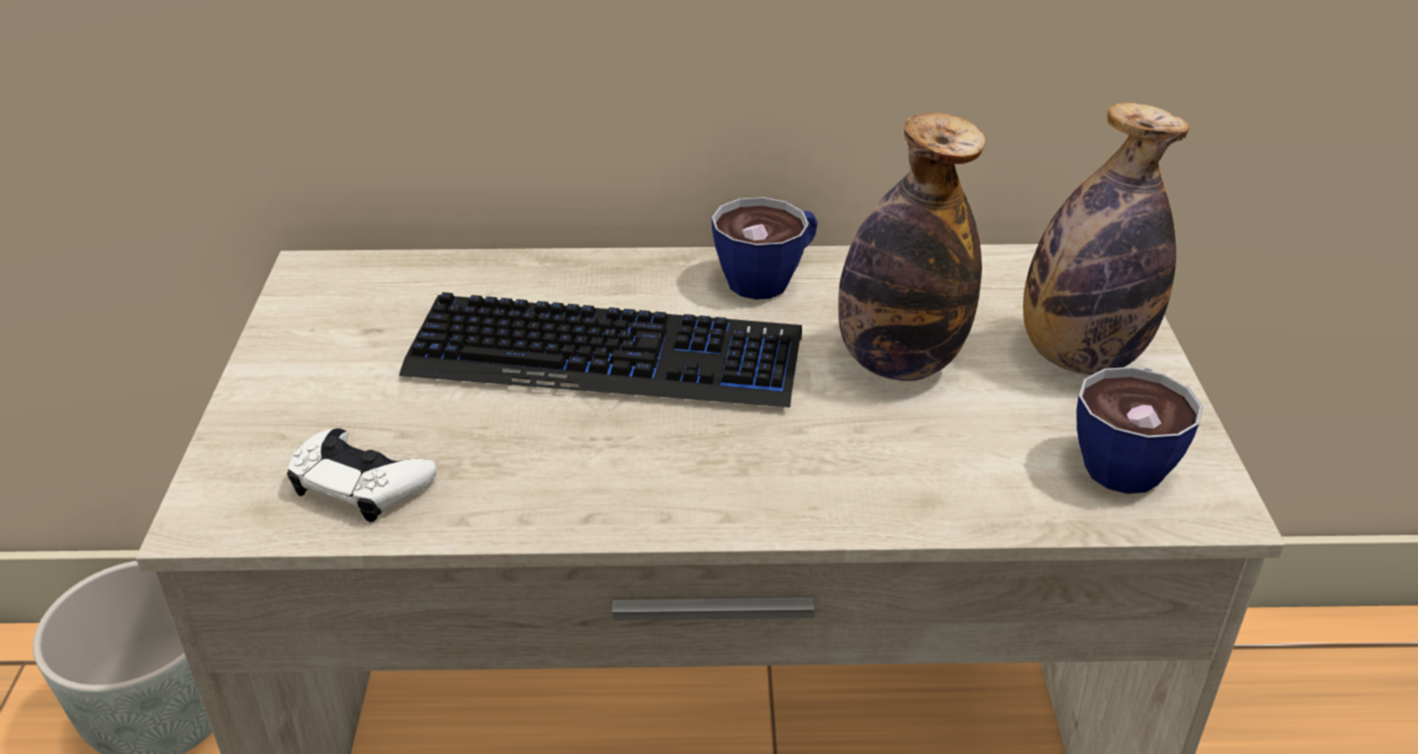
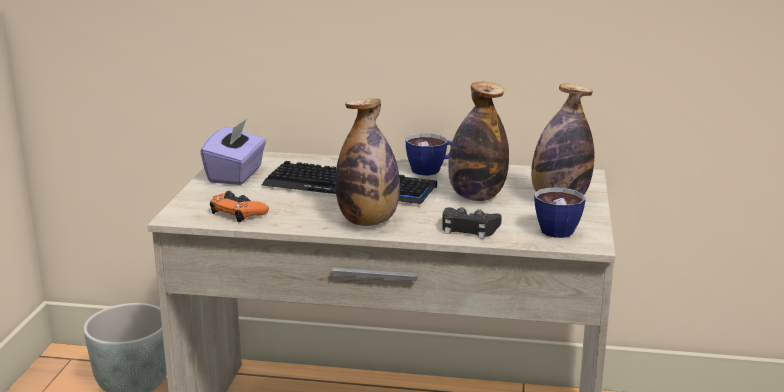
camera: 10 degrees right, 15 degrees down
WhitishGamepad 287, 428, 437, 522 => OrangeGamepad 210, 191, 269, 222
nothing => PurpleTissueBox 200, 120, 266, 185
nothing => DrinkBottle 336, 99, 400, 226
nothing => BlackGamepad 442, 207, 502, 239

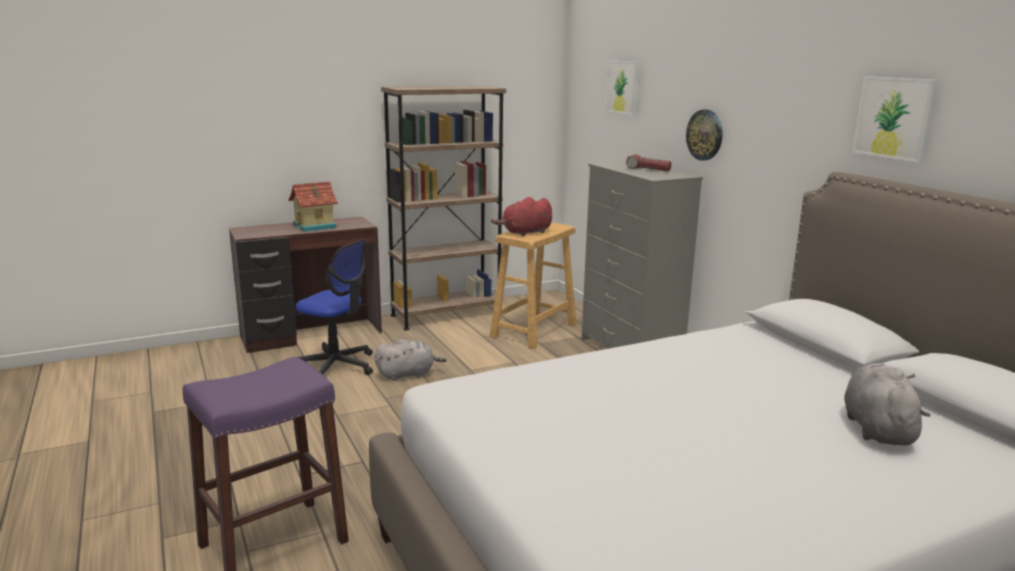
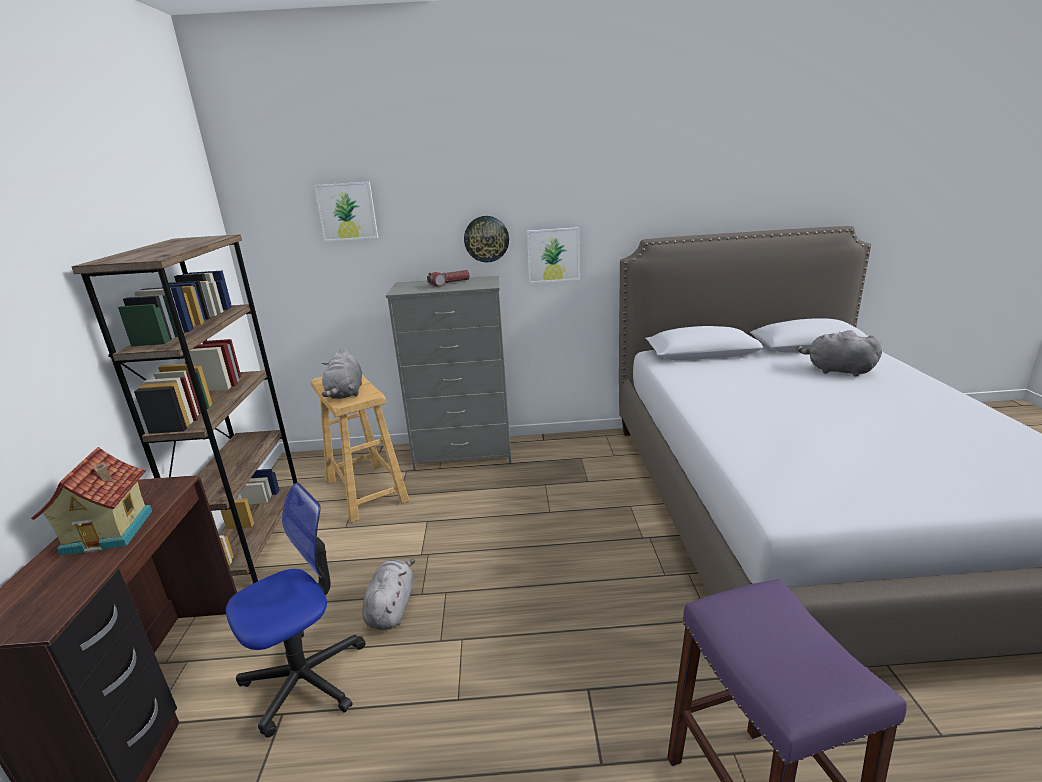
camera: 65 degrees left, 5 degrees up
RedColouredSoftToy 491, 197, 552, 236 => GraySoftToy 322, 349, 362, 399
WallPicture 852, 76, 938, 163 => WallPicture 527, 227, 580, 283, move

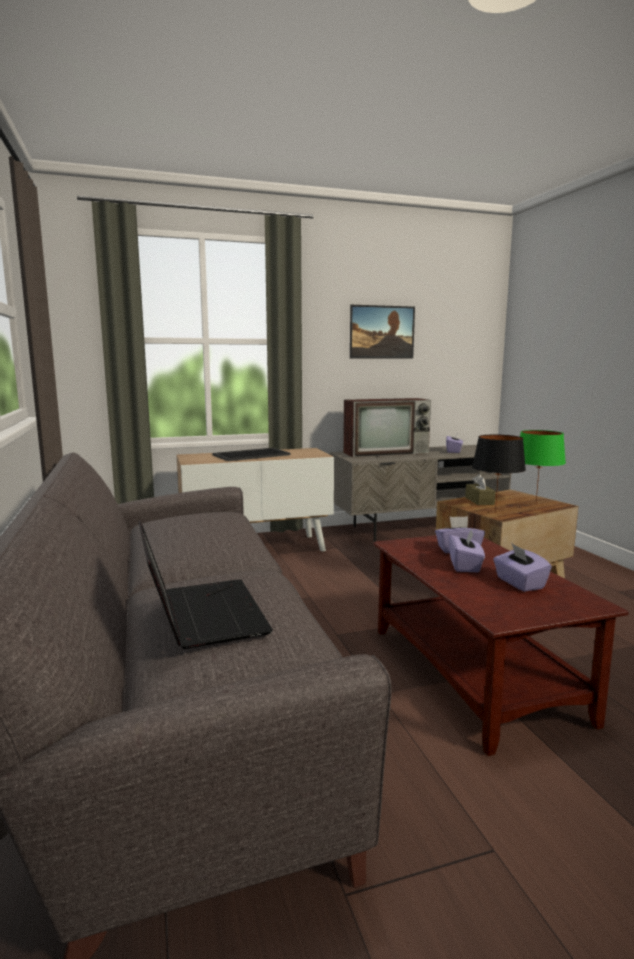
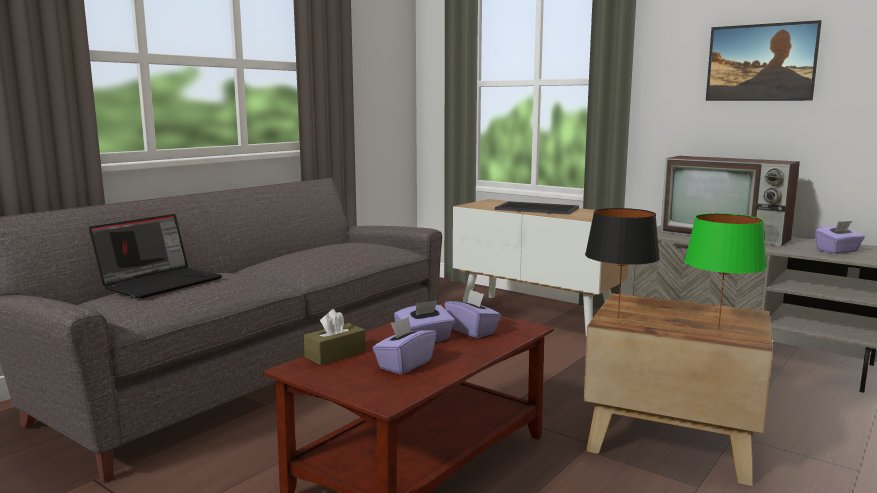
camera: 55 degrees right, 0 degrees up
BrownColouredTissueBox 465, 474, 496, 505 => BrownColouredTissueBox 304, 309, 366, 365, move

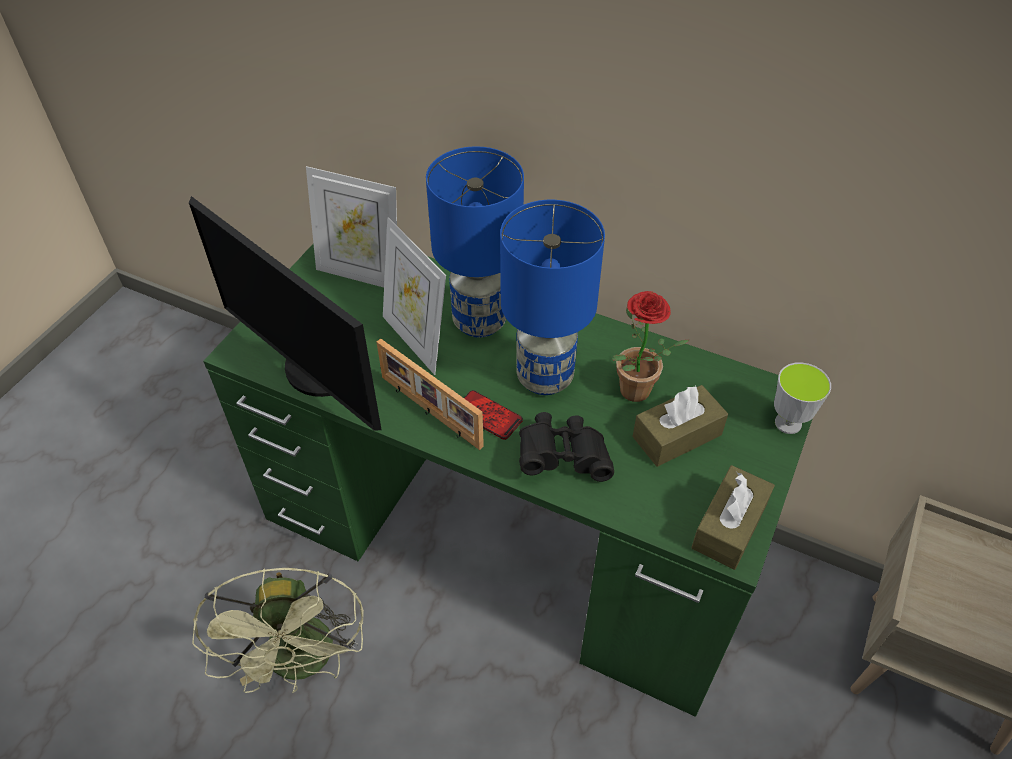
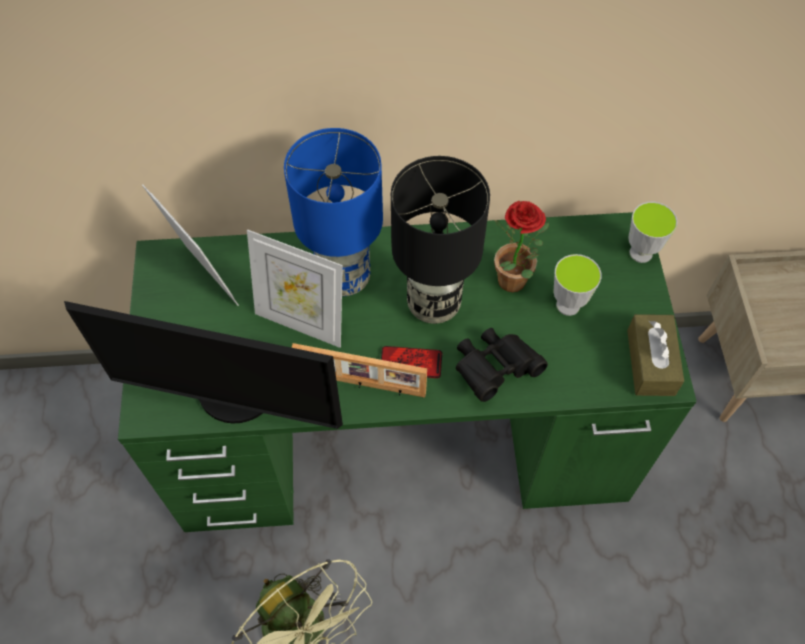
camera: 30 degrees left, 10 degrees up
PictureFrame 306, 166, 397, 287 => PictureFrame 142, 184, 239, 306, 120 degrees counterclockwise
BlueColouredTableLamp 500, 200, 605, 395 => BlackTableLamp 391, 156, 490, 324
BrownColouredTissueBox 632, 385, 728, 467 => SmallCup 553, 254, 602, 316

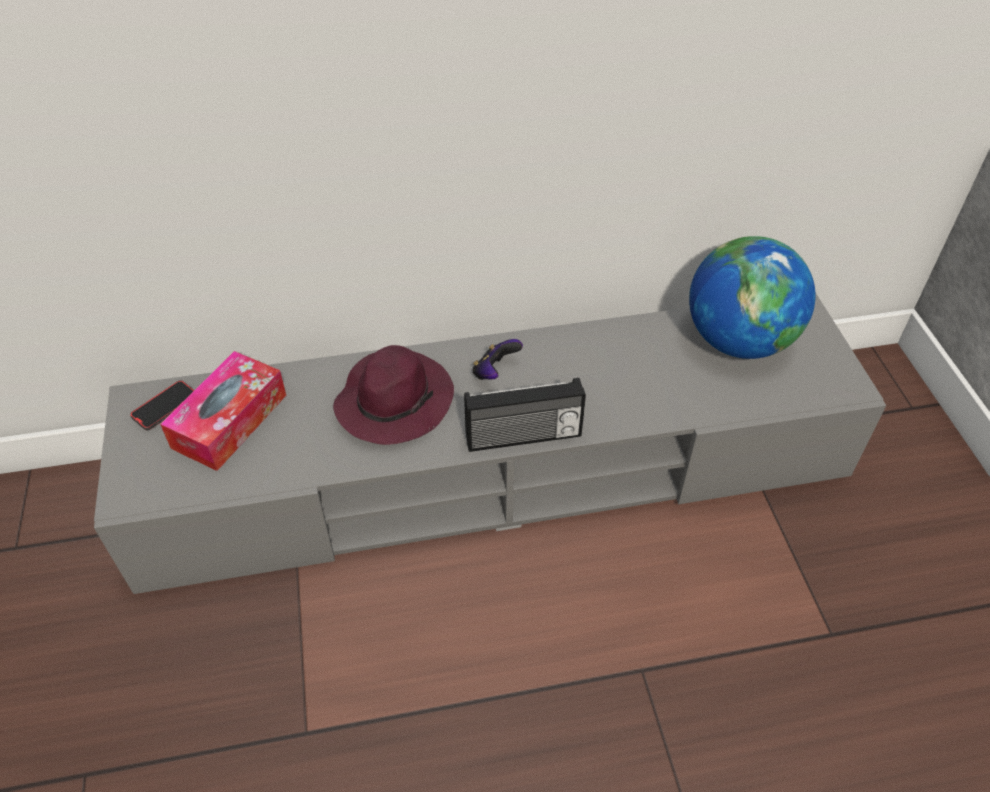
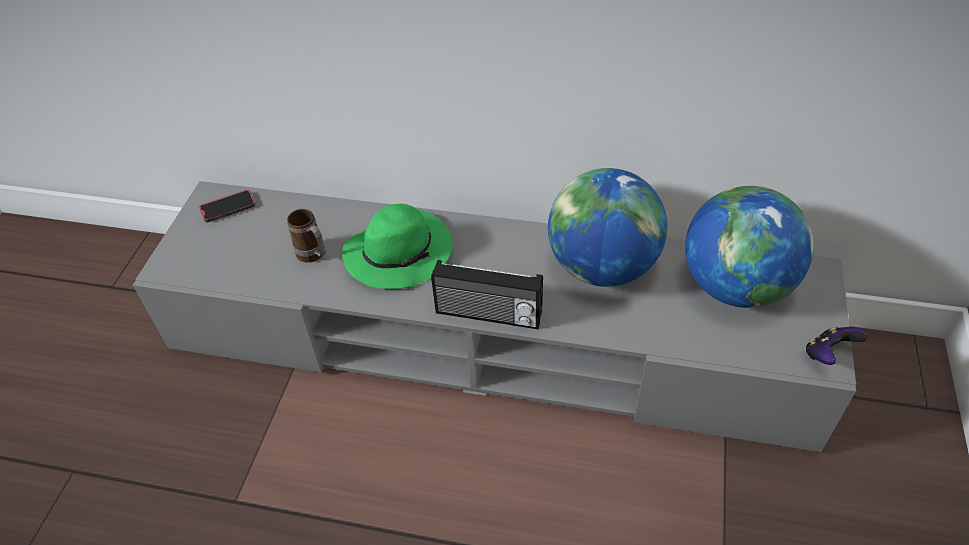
camera: 25 degrees right, 0 degrees up
TissueBox 160, 351, 286, 471 => nothing
PurpleHat 333, 345, 454, 445 => GreenishHat 342, 204, 452, 289
Gamepad 473, 339, 523, 380 => Gamepad 805, 327, 868, 365, move
nothing => TeaMug 287, 209, 326, 262
nothing => WorldGlobe 548, 168, 667, 287

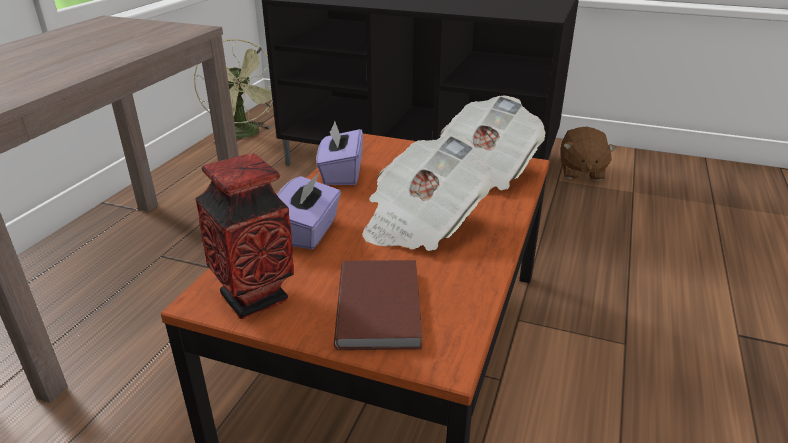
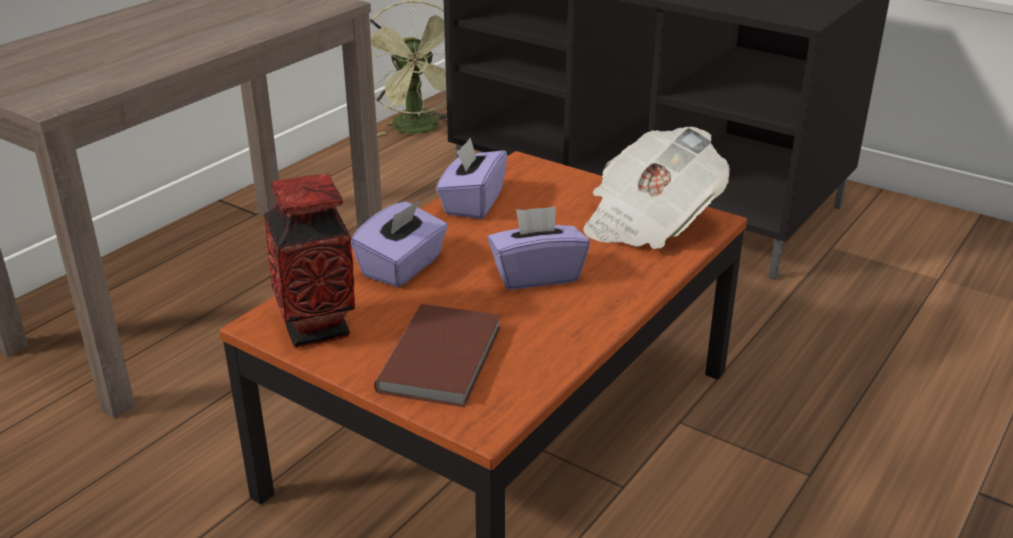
camera: 15 degrees right, 0 degrees up
PrintedPaper 362, 135, 492, 251 => PurpleTissueBox 487, 206, 590, 289
BrownColouredSoftToy 561, 127, 617, 181 => nothing

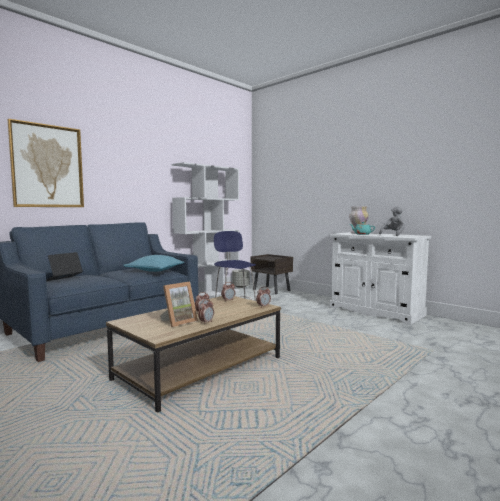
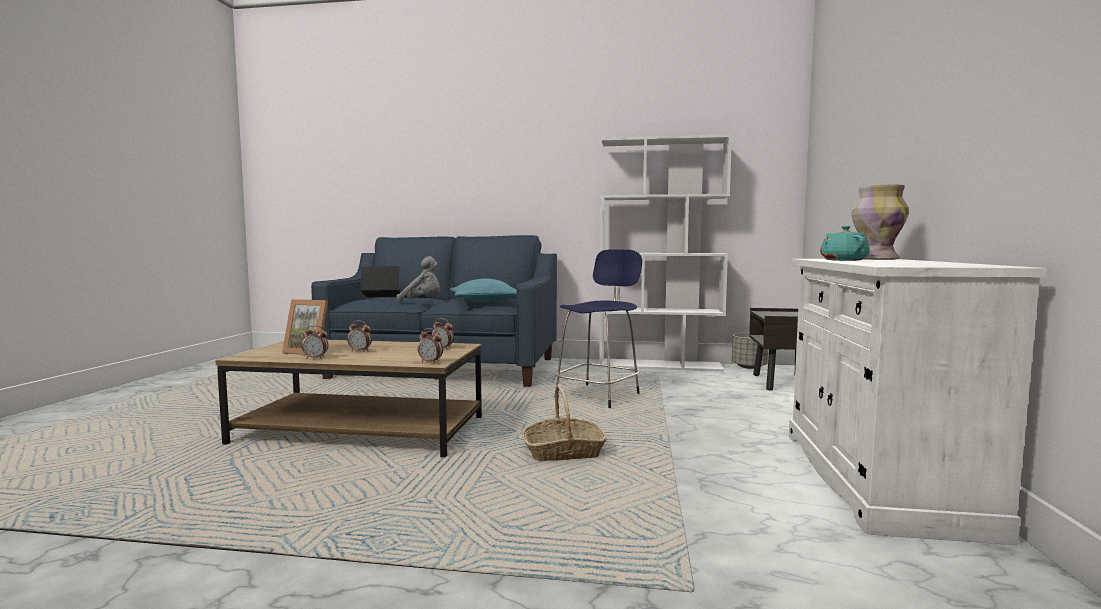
camera: 55 degrees right, 0 degrees up
WallPicture 8, 119, 84, 207 => nothing
GraySoftToy 379, 206, 405, 236 => GraySoftToy 397, 256, 440, 303, move
nothing => HouseholdBasket 521, 384, 607, 461

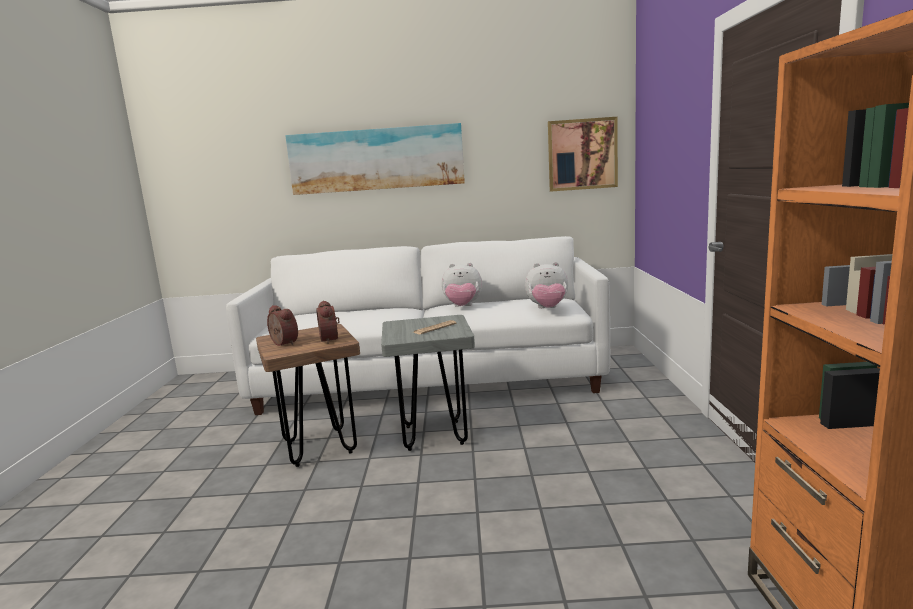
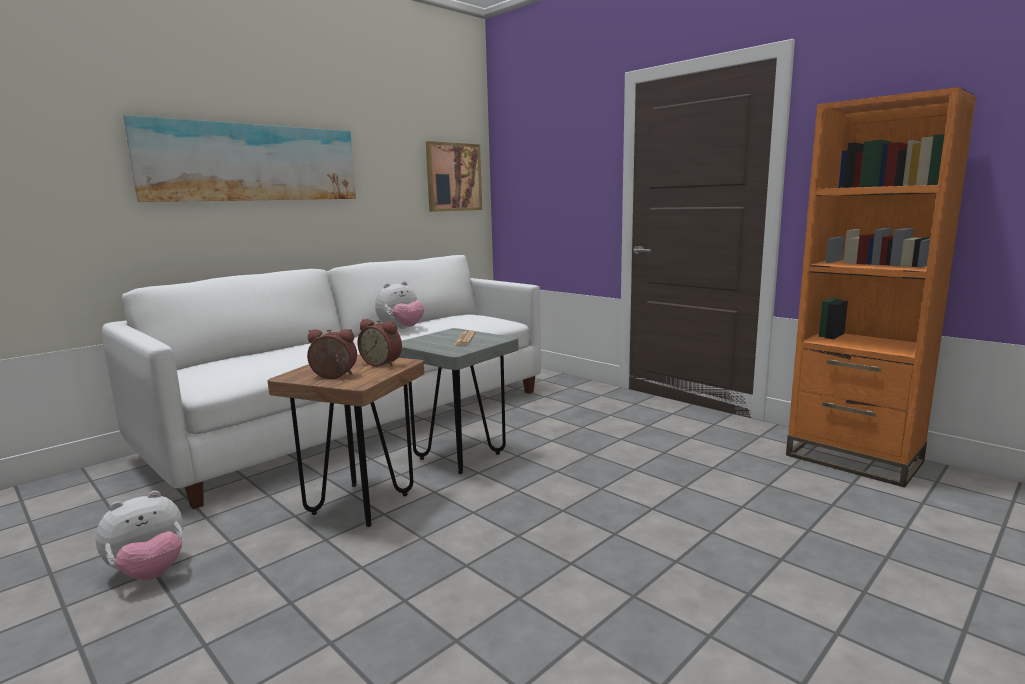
camera: 45 degrees left, 0 degrees up
SoftToy 525, 262, 568, 308 => SoftToy 96, 491, 183, 580, move

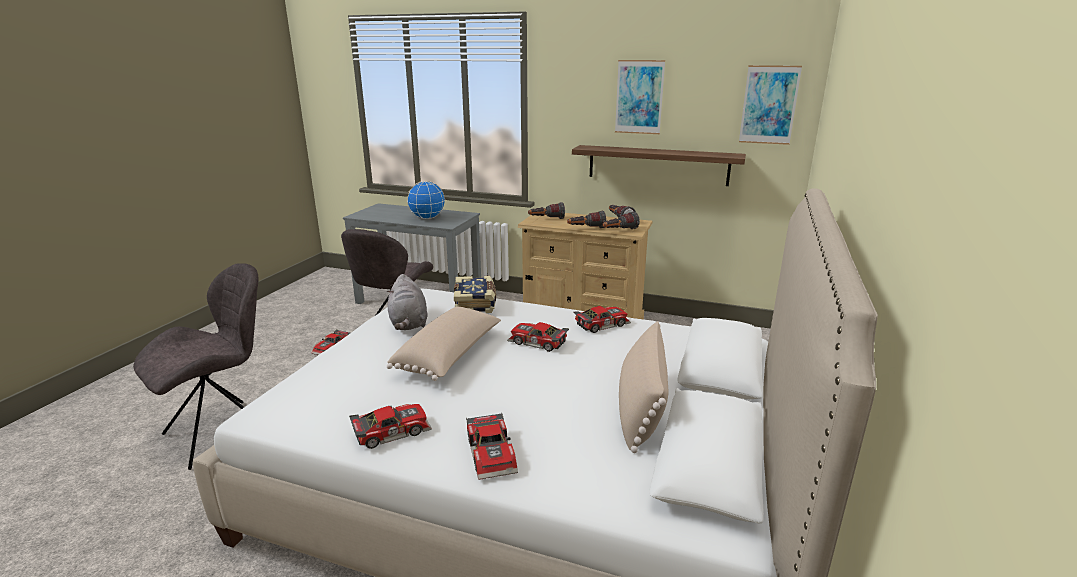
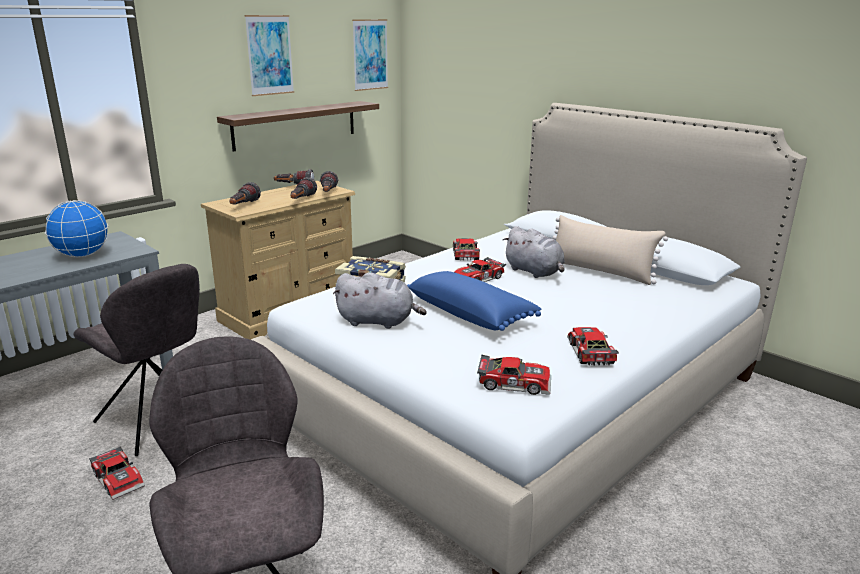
camera: 65 degrees left, 0 degrees up
BeigeColouredCushion 387, 307, 501, 381 => BlueColouredCushion 407, 271, 541, 331
ToyCar 466, 413, 518, 480 => ToyCar 477, 355, 551, 395, move
nothing => GraySoftToy 503, 226, 565, 278

